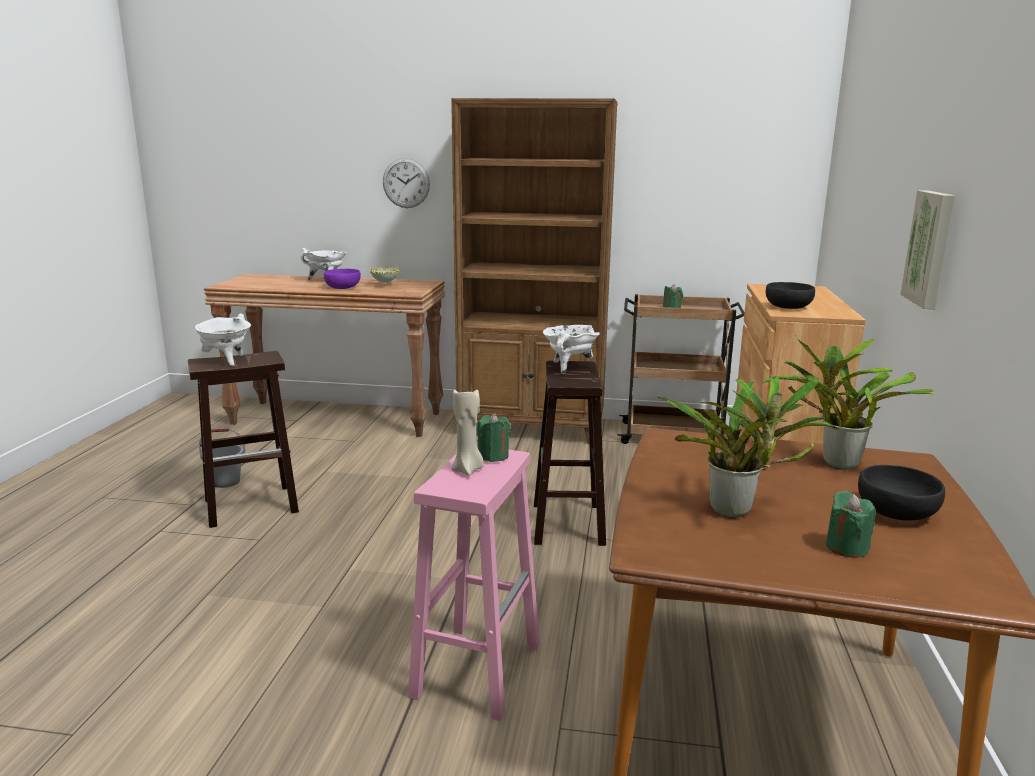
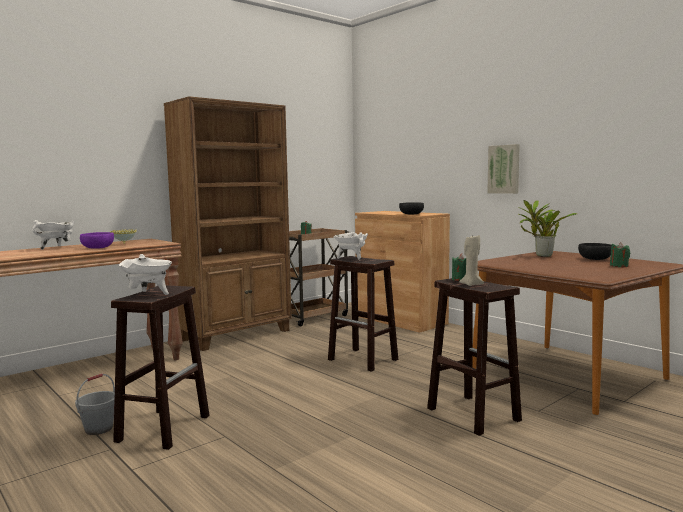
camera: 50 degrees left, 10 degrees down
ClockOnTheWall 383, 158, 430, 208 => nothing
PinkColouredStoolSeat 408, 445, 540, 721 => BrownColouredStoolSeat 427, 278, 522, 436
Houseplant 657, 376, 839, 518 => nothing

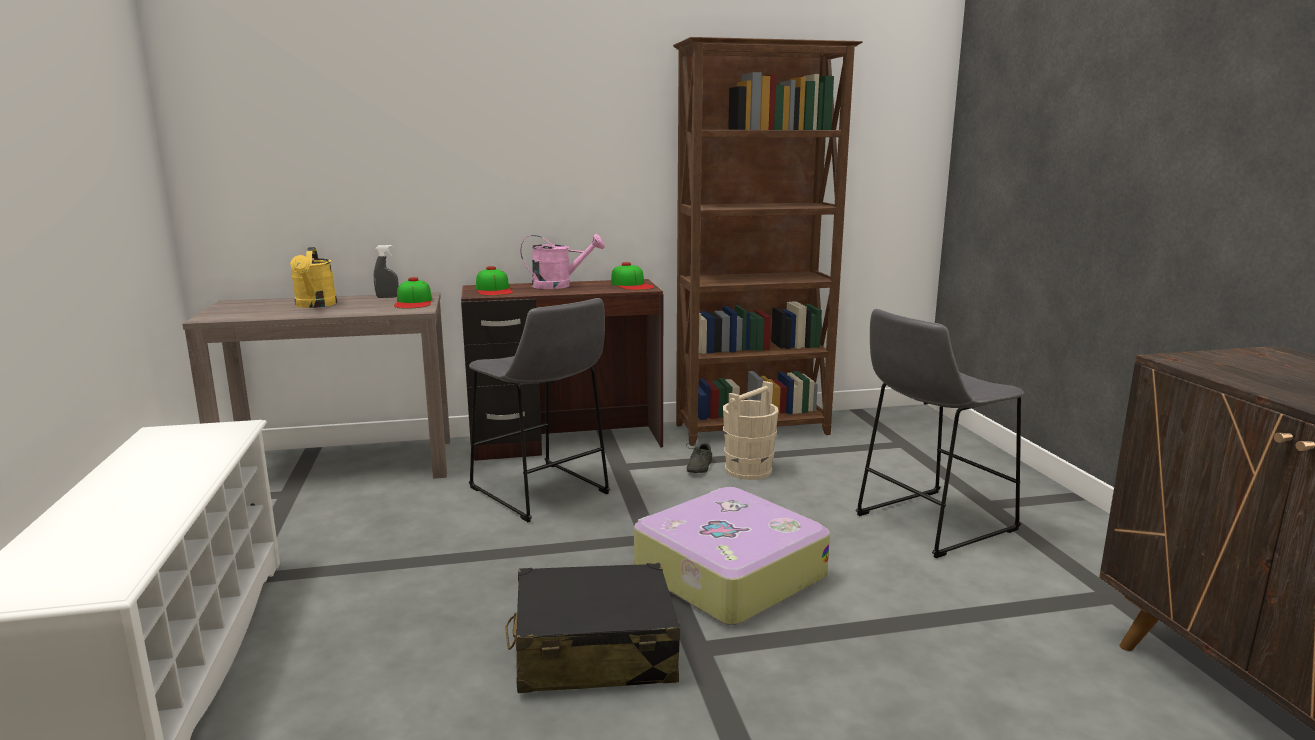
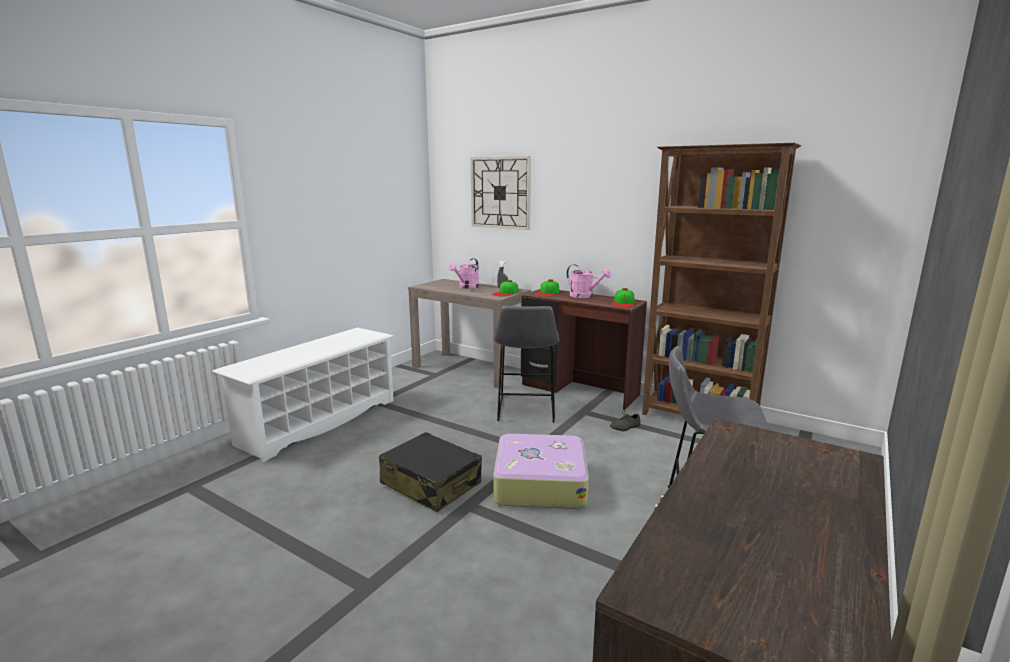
camera: 45 degrees right, 0 degrees up
YellowishWateringPot 290, 247, 337, 308 => PinkColouredWateringPot 449, 258, 479, 289
BeigeColouredBucket 723, 381, 779, 480 => nothing
nothing => ClockOnTheWall 471, 156, 531, 230

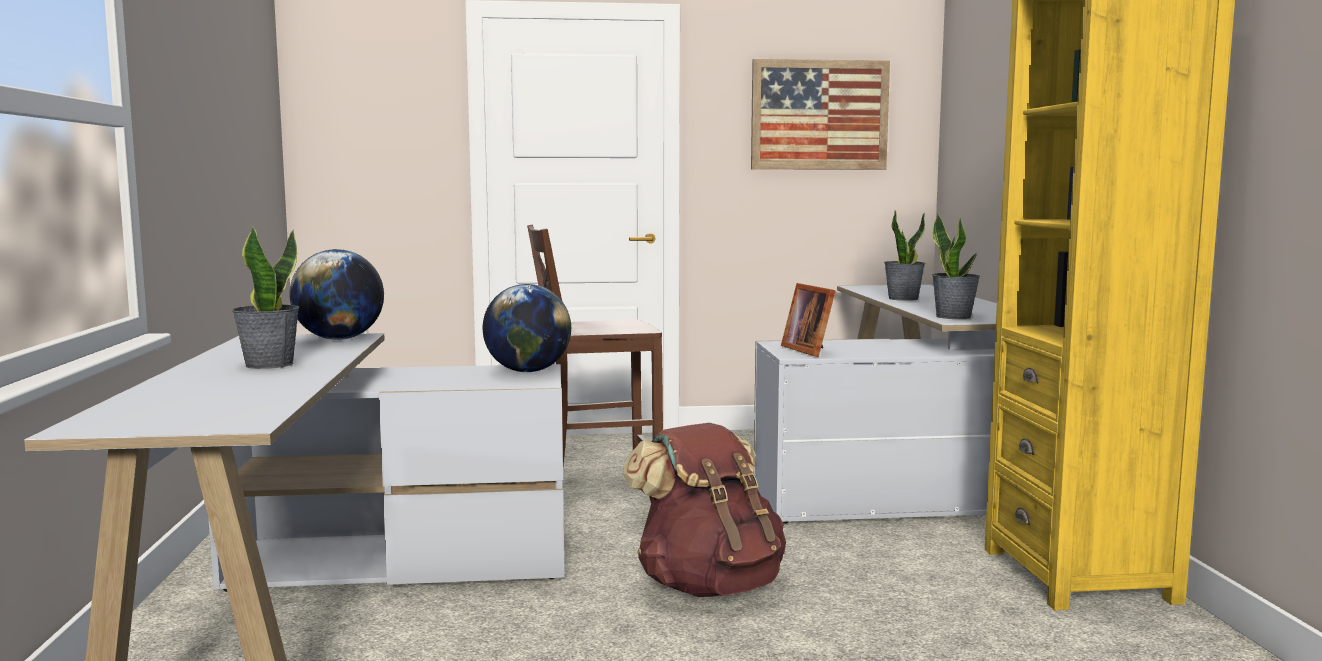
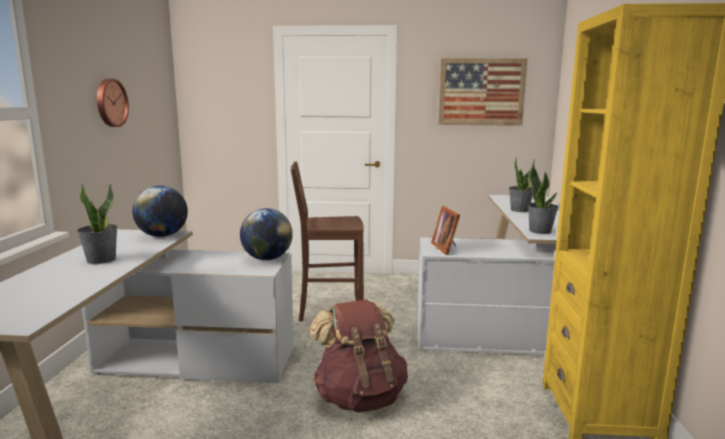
camera: 10 degrees right, 5 degrees up
nothing => ClockOnTheWall 97, 79, 129, 127

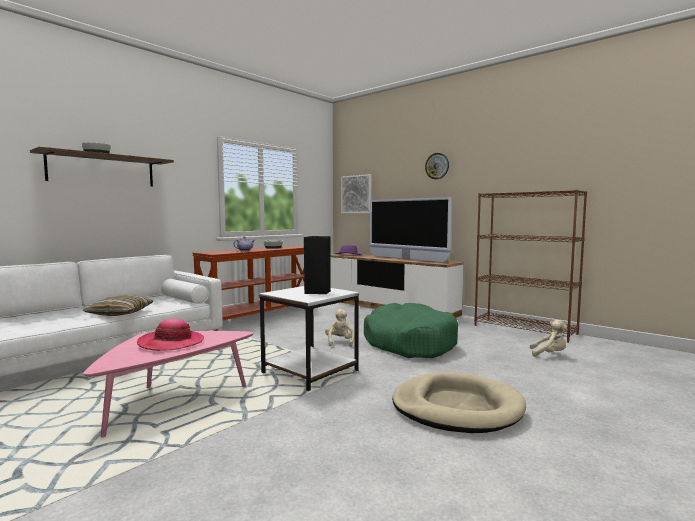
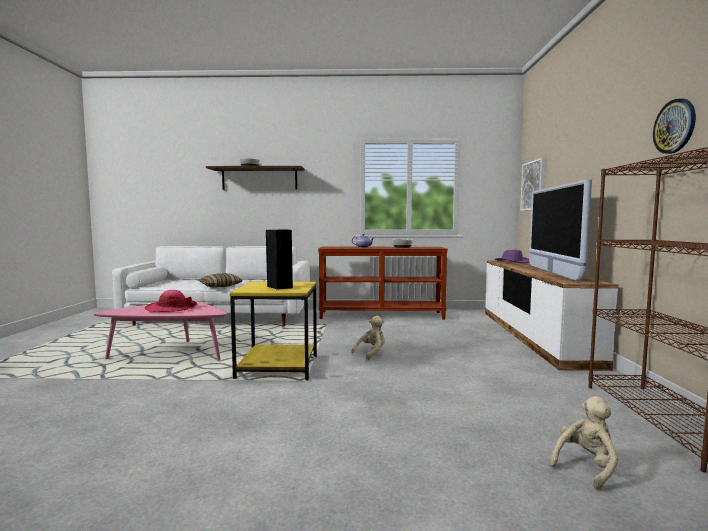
camera: 50 degrees right, 0 degrees up
WhitishEndTable 259, 286, 359, 391 => YellowishEndTable 230, 281, 317, 381
GreenishDogBed 364, 303, 458, 358 => nothing
BeigeColouredDogBed 392, 372, 526, 433 => nothing
ClockOnTheWall 425, 153, 449, 179 => ClockOnTheWall 653, 99, 696, 154, move
BeigeColouredSoftToy 530, 320, 567, 357 => BeigeColouredSoftToy 549, 396, 619, 490, 105 degrees counterclockwise

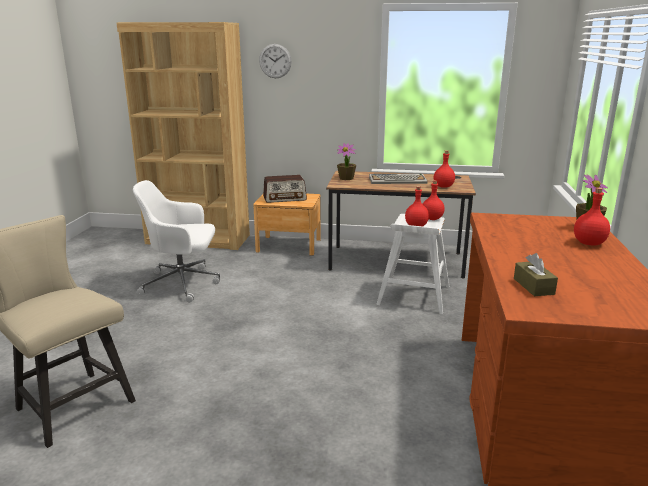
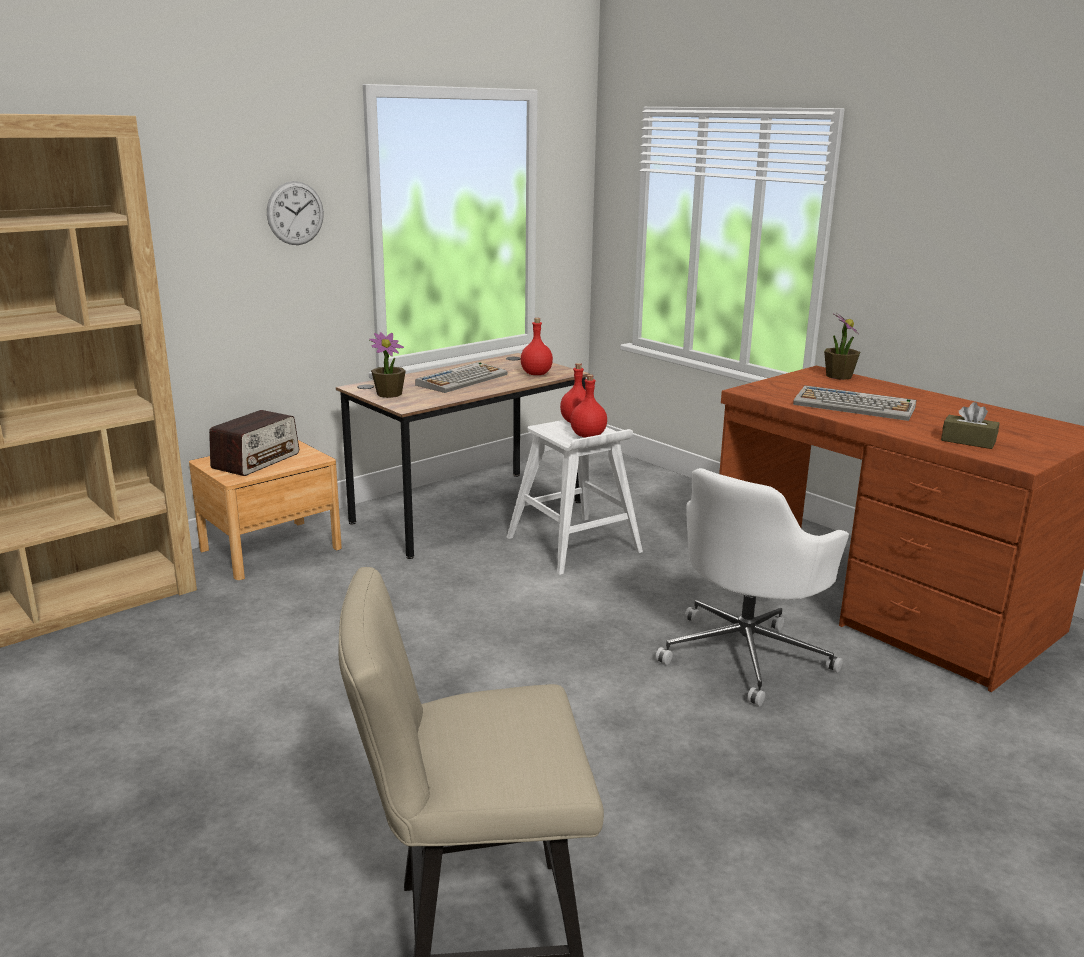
camera: 50 degrees left, 0 degrees up
WhitishOfficeChair 133, 180, 220, 303 => WhitishOfficeChair 655, 468, 849, 706, move
ClockOnTheWall 259, 44, 292, 78 => ClockOnTheWall 267, 181, 324, 245, move
RedColouredDrinkBottle 574, 188, 610, 246 => nothing
nothing => Keyboard 793, 385, 916, 421

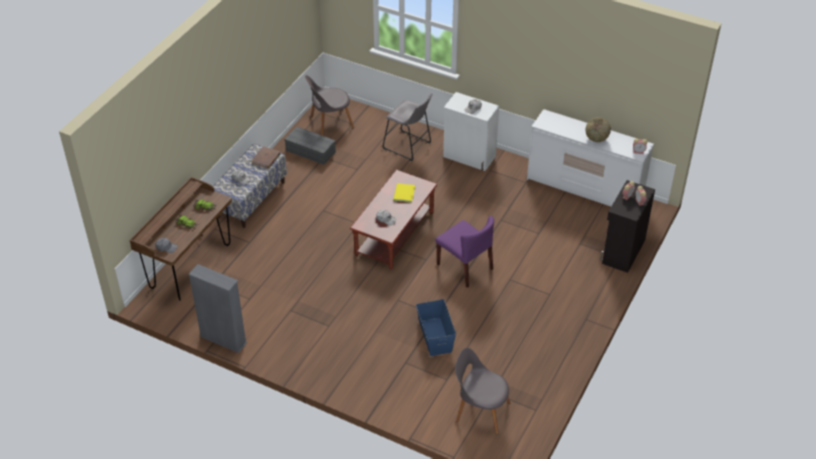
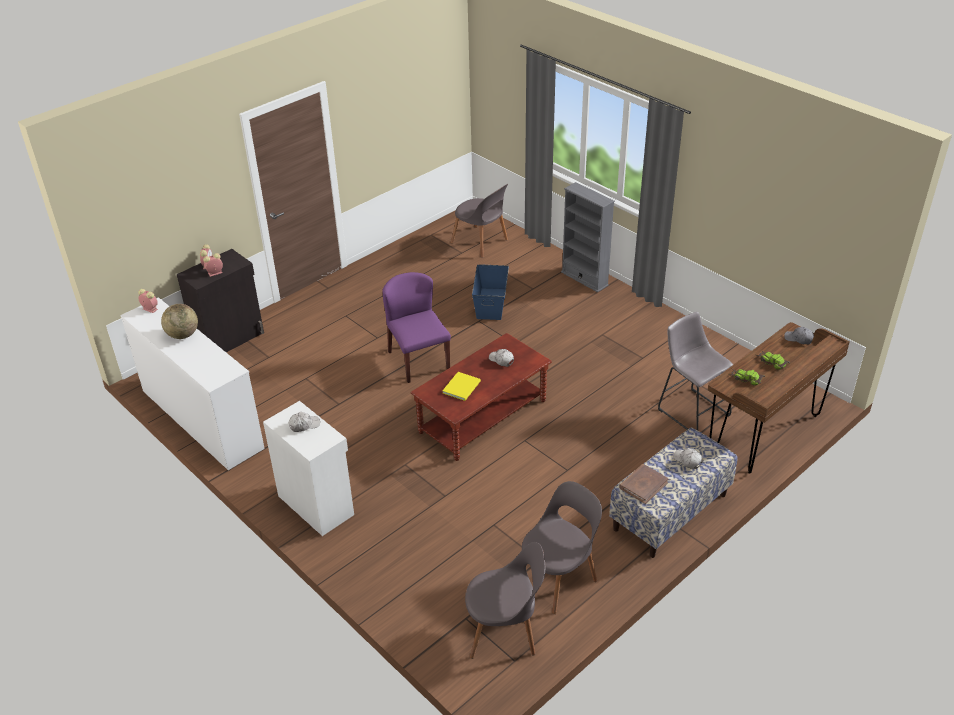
camera: 160 degrees left, 5 degrees down
GrayBookshelf 188, 264, 247, 353 => GrayBookshelf 561, 182, 615, 292, move
GrayStorageContainer 284, 127, 336, 165 => GrayUprightChair 522, 481, 602, 614
GrayStoolSeat 383, 93, 432, 161 => GrayStoolSeat 658, 312, 733, 431, move

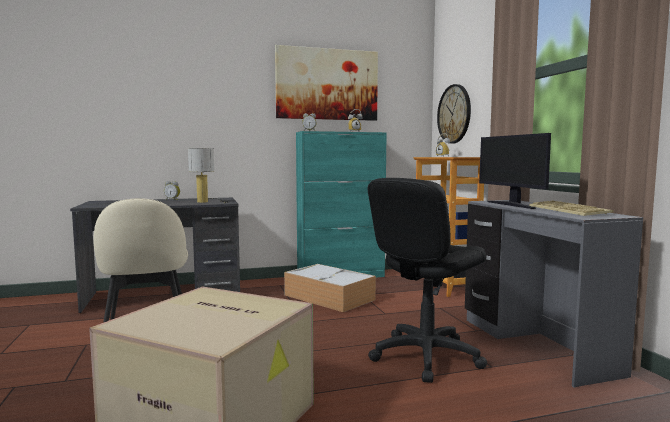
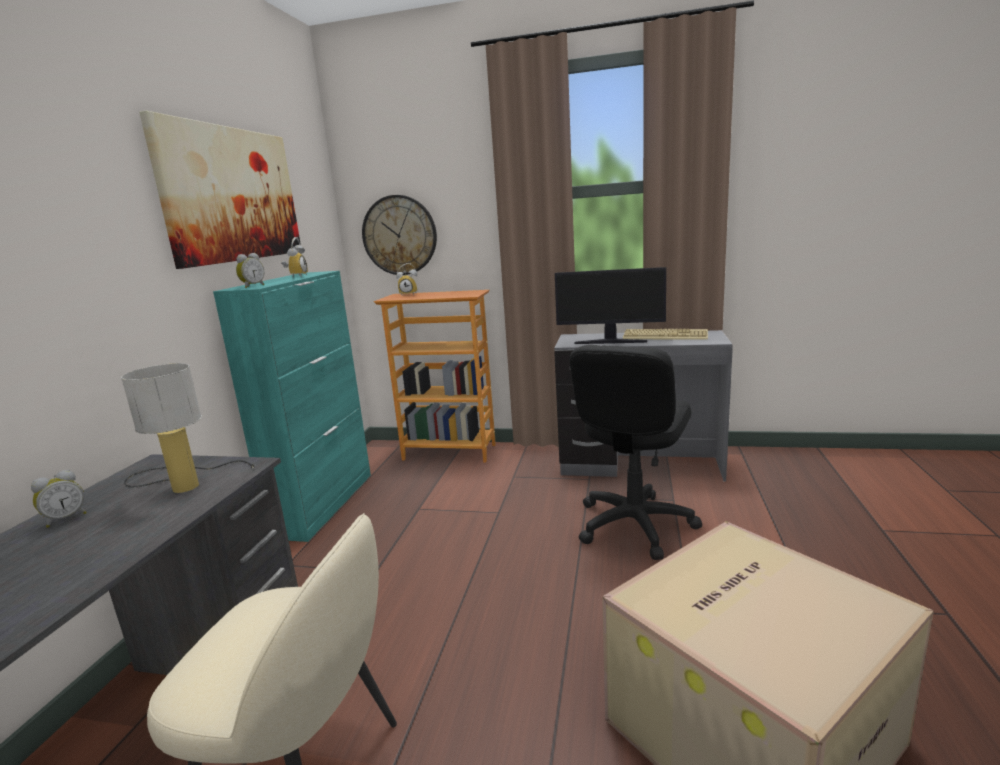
camera: 60 degrees left, 10 degrees up
StorageContainer 284, 264, 376, 312 => nothing
BlackOfficeChair 368, 178, 487, 383 => BlackOfficeChair 569, 345, 702, 560, 45 degrees clockwise

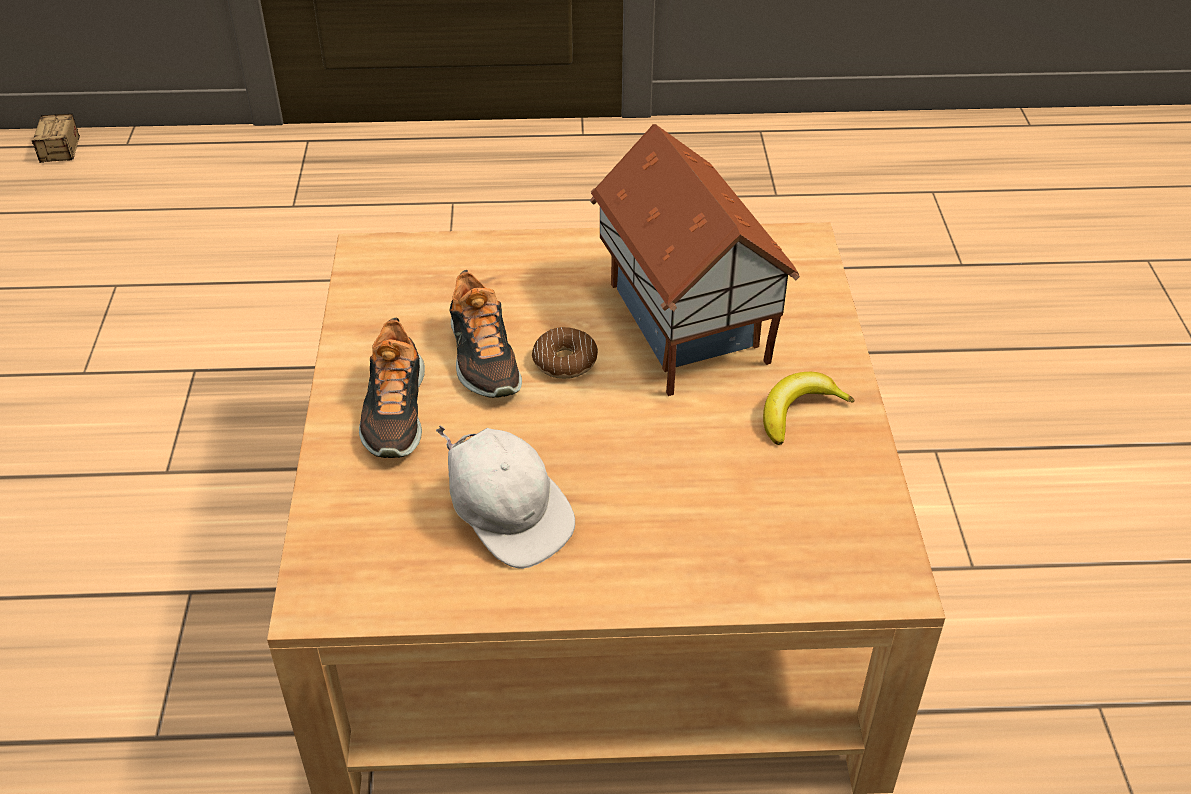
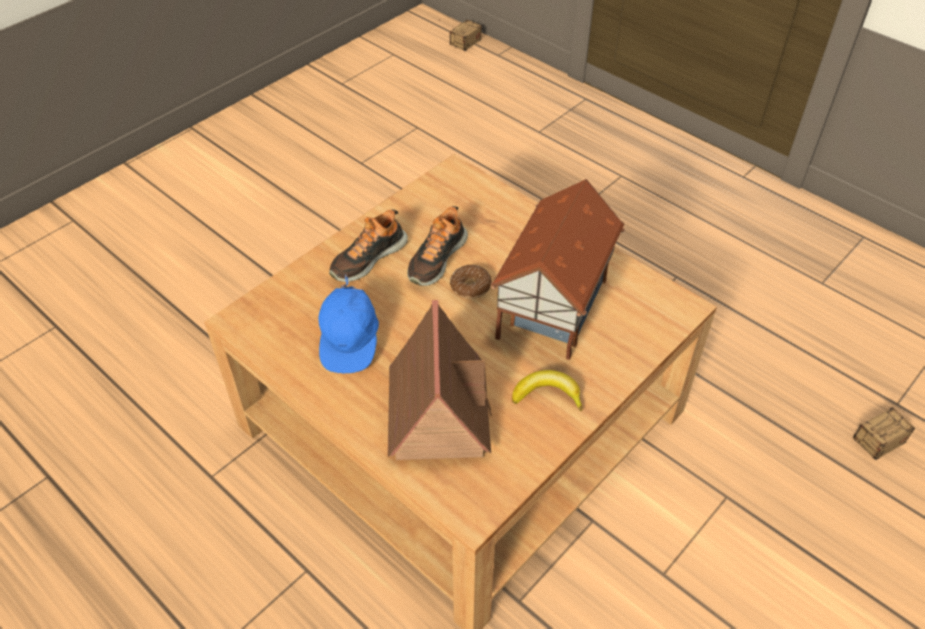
camera: 45 degrees right, 5 degrees up
WhitishCap 436, 426, 575, 569 => BlueColouredCap 318, 274, 379, 373
nothing => ToyHouse 388, 300, 492, 460
nothing => StorageContainer 853, 408, 915, 460

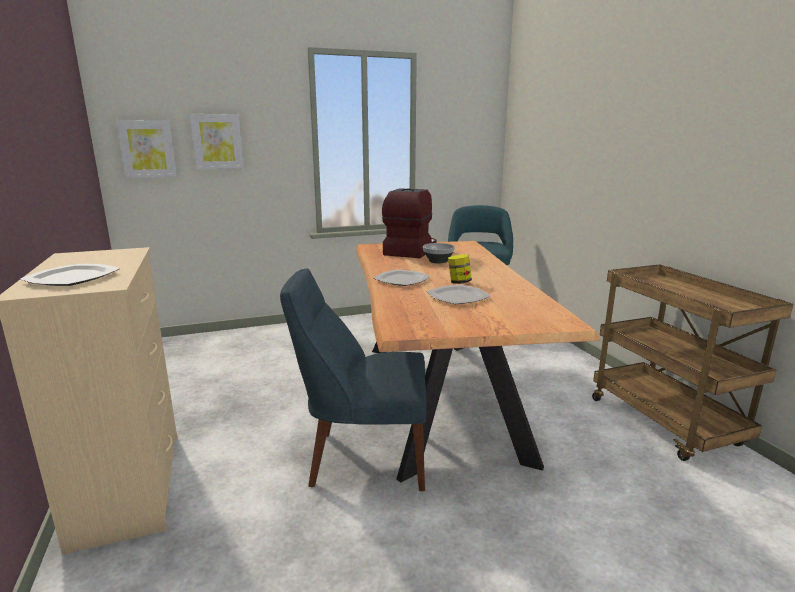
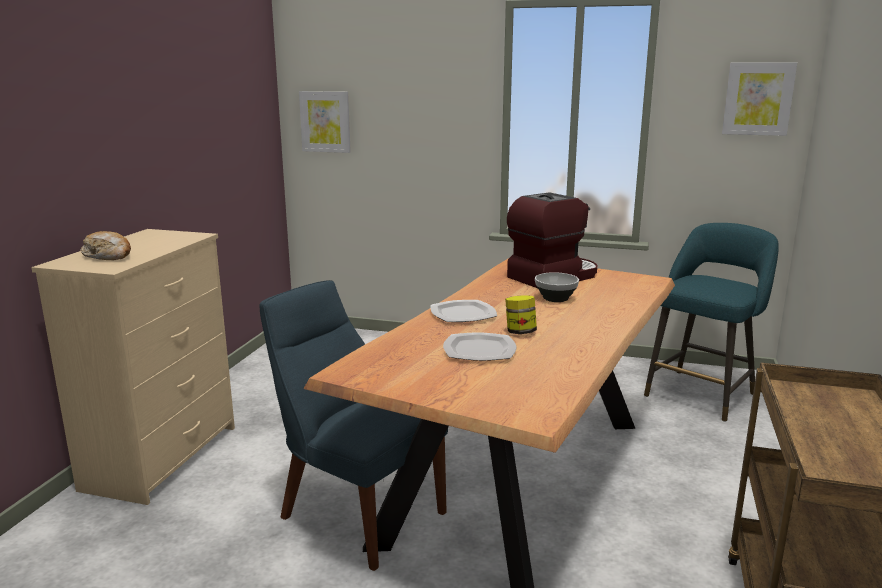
camera: 35 degrees right, 0 degrees up
FlatDish 20, 264, 120, 286 => BakedBread 80, 231, 131, 260
WallPicture 190, 114, 244, 169 => WallPicture 722, 63, 797, 136, move

